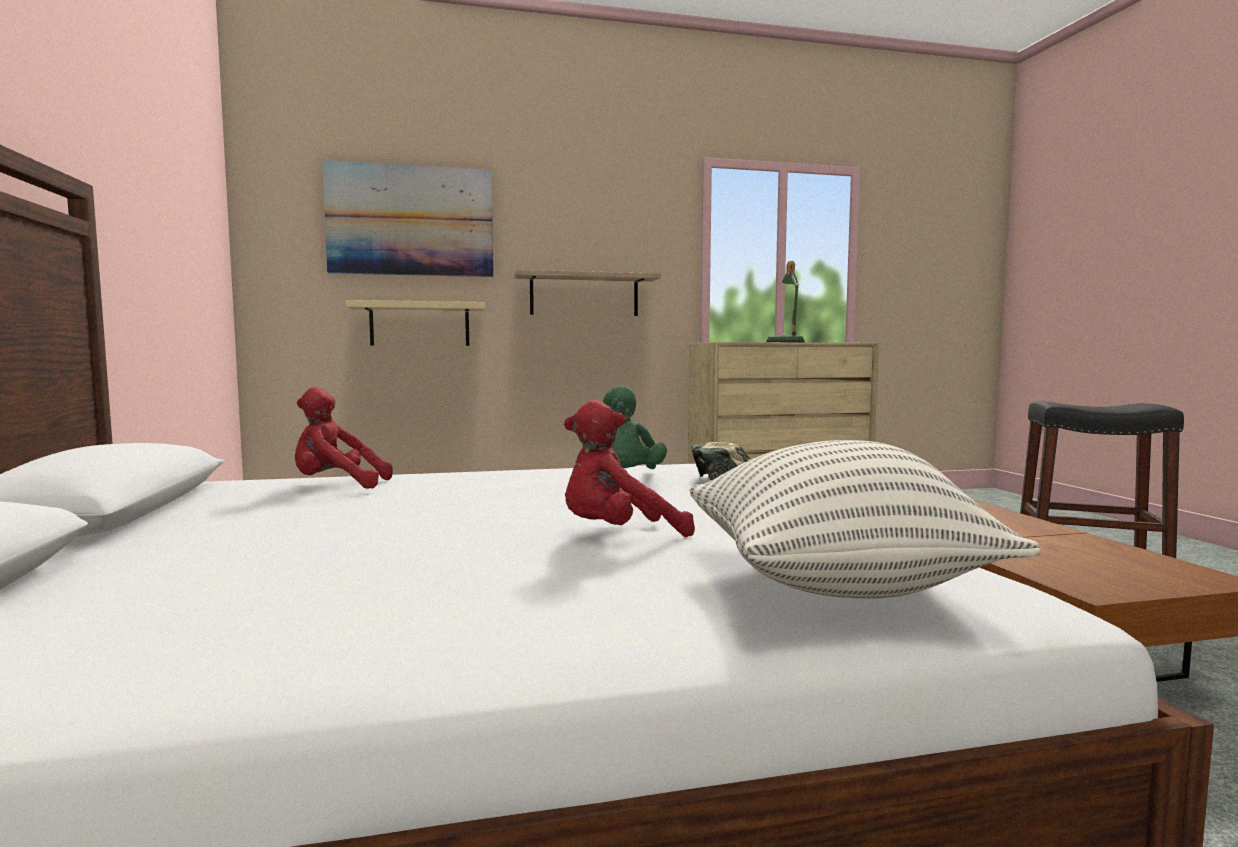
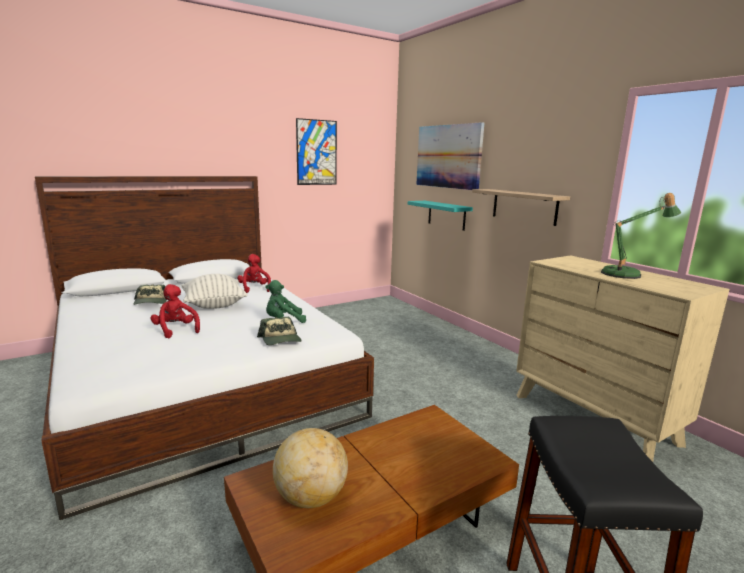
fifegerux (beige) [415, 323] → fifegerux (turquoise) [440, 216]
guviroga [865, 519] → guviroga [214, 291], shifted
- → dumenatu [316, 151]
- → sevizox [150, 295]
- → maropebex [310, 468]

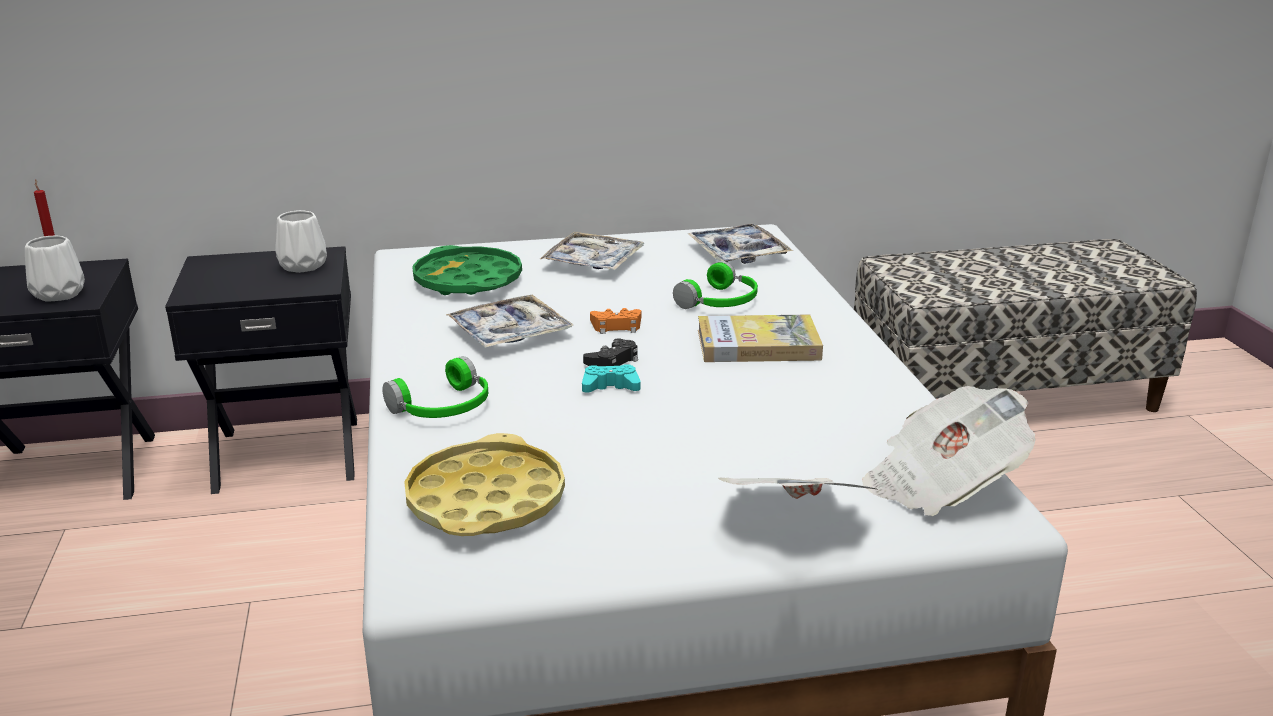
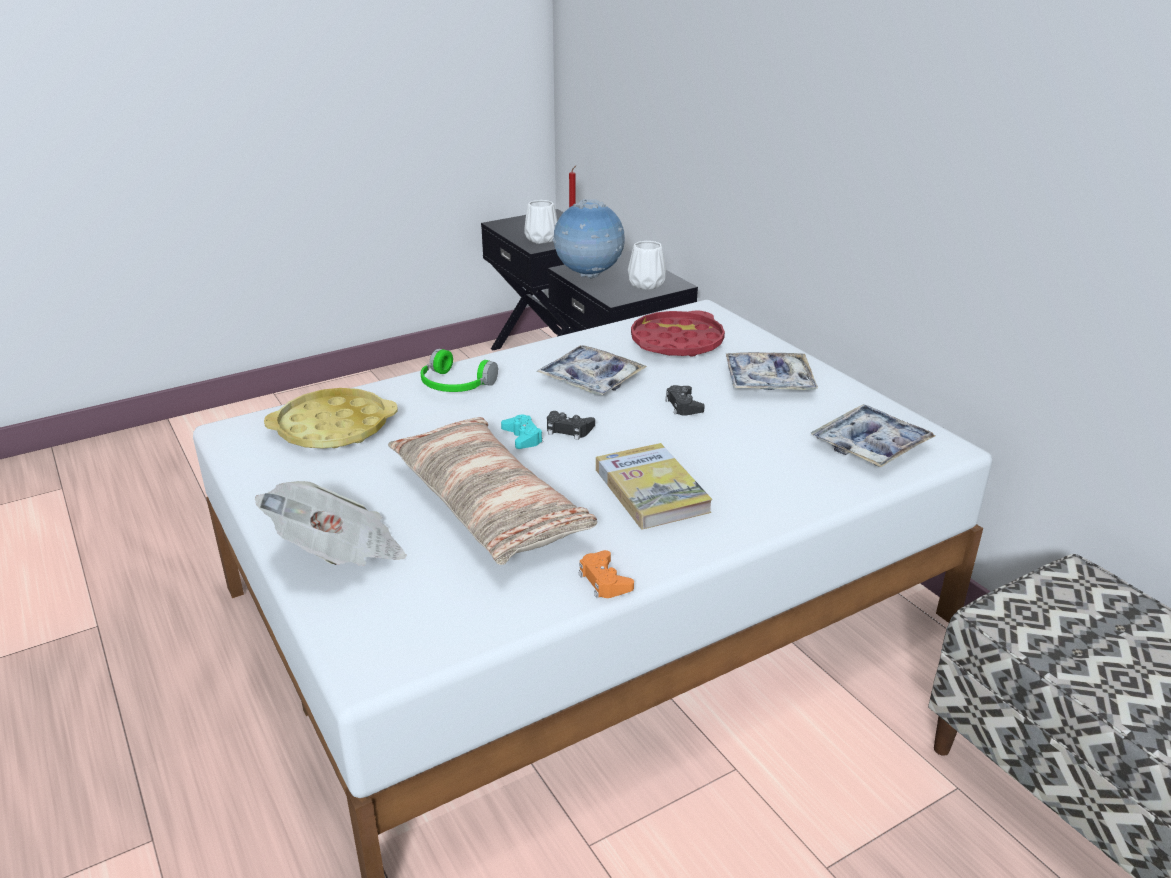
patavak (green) [467, 270] → patavak (red) [678, 333]
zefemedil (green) [715, 285] → -
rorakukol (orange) [615, 321] → rorakukol (orange) [606, 574], shifted
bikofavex [948, 451] → -
- → maropebex [588, 239]
- → rorakukol (black) [685, 400]
- → guviroga [492, 491]

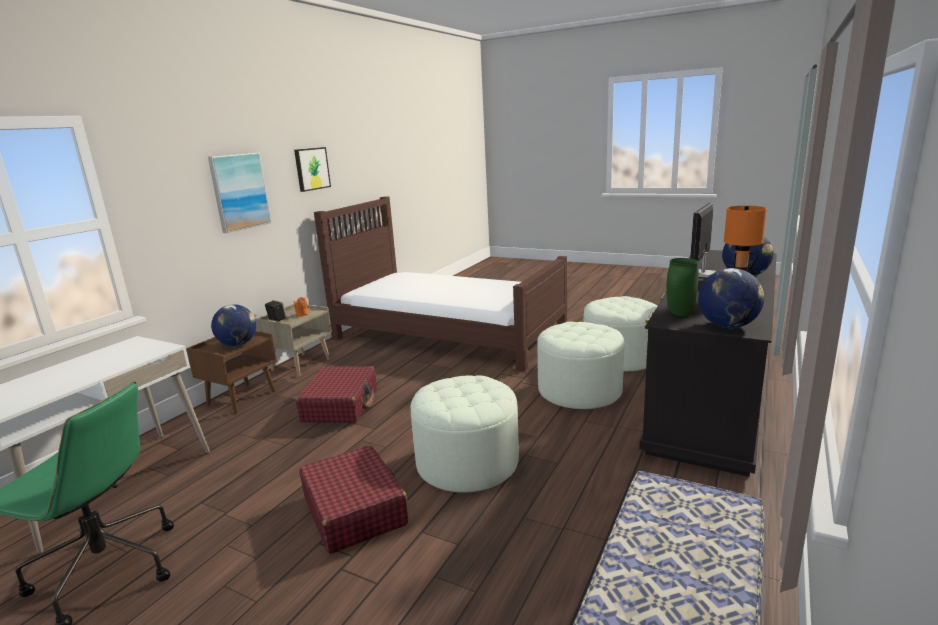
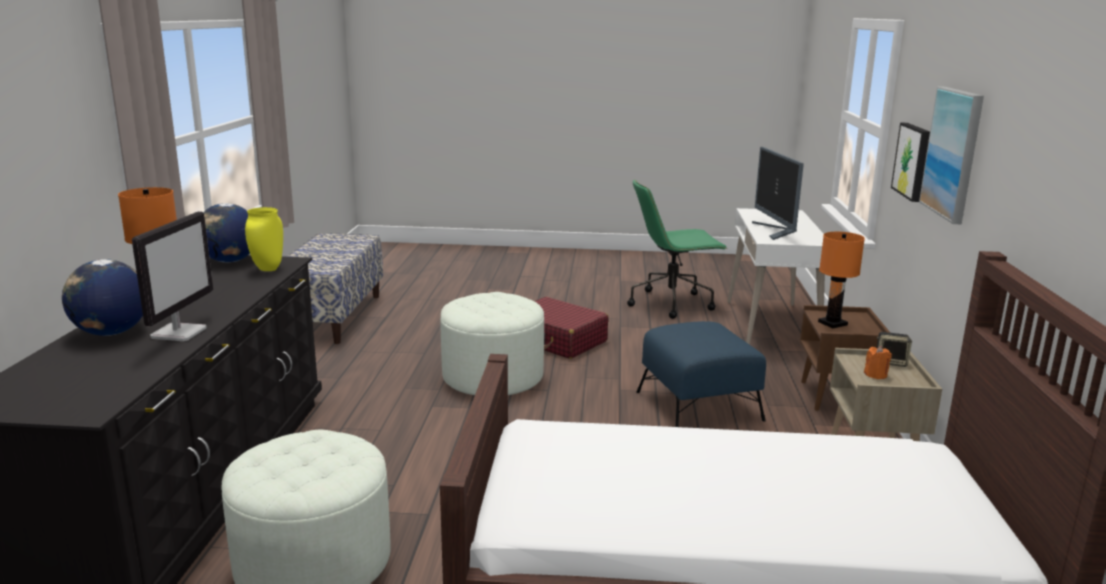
dumenatu [312, 169] → dumenatu [910, 162], shifted
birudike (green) [683, 287] → birudike (yellow) [264, 239]
maropebex [233, 325] → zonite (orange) [841, 280]
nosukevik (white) [580, 365] → -
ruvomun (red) [336, 394] → nosukevik (blue) [701, 374]
- → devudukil [778, 193]

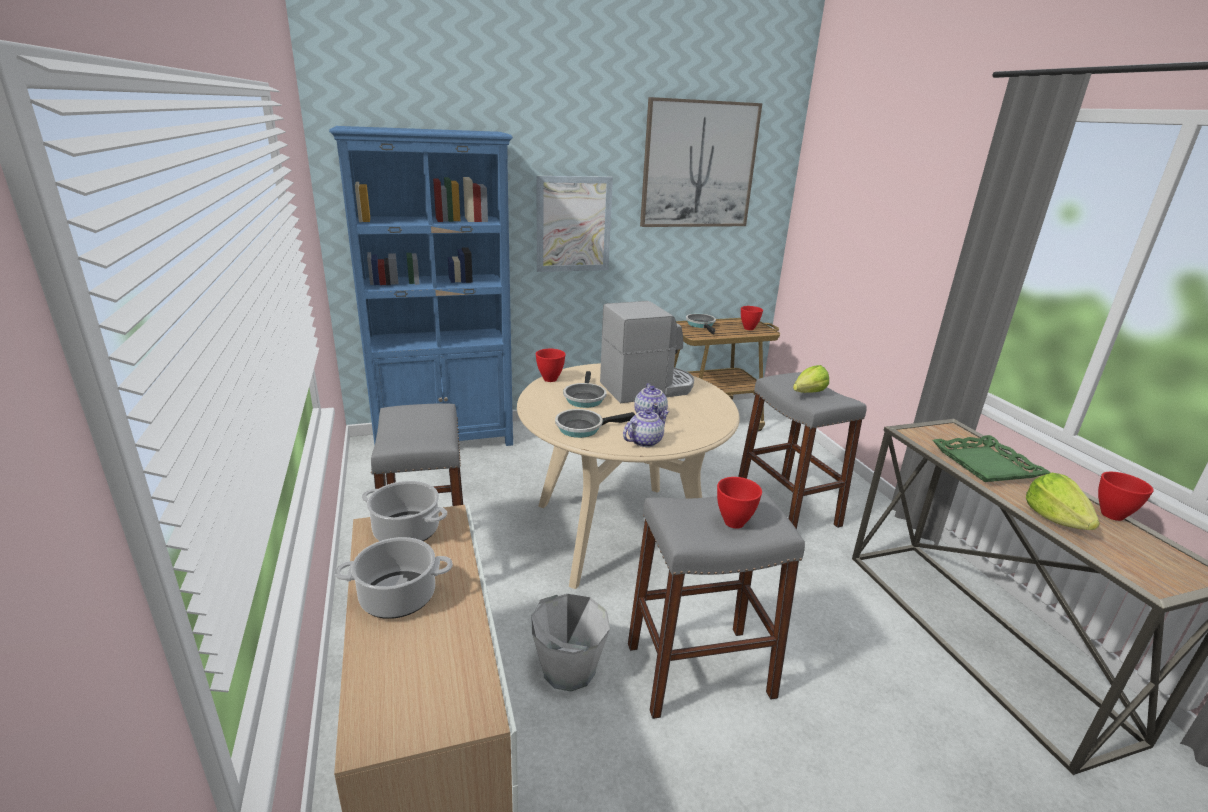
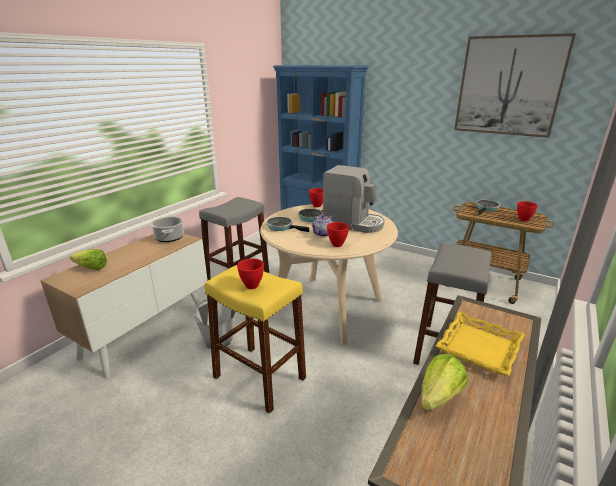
dumenatu [575, 224] → -
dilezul [811, 379] → dilezul [88, 259], shifted
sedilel [646, 428] → -
patavak (green) [991, 458] → patavak (yellow) [480, 343]
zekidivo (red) [1126, 496] → zekidivo (red) [338, 234], shifted
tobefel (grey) [716, 603] → tobefel (yellow) [255, 339]
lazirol [394, 578] → -

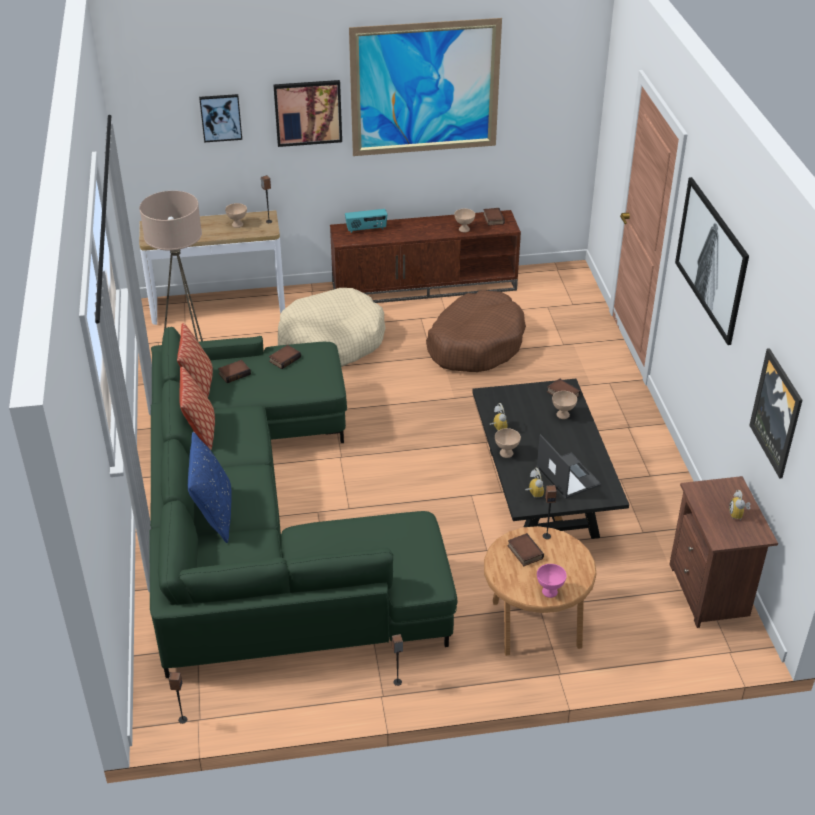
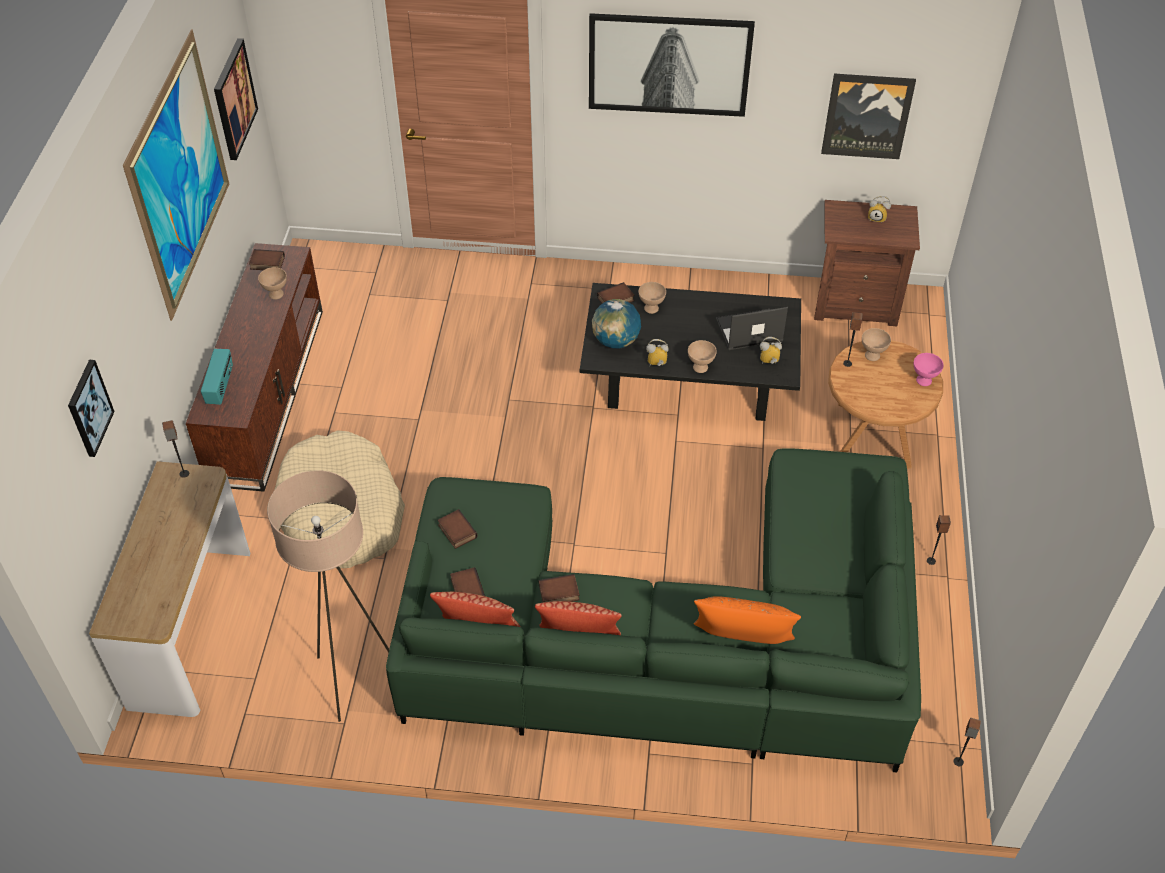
dumenatu [307, 113] → dumenatu [236, 99], shifted
zekidivo (beige) [236, 215] → zekidivo (beige) [876, 344], shifted
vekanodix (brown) [476, 331] → -
guviroga (blue) [210, 487] → guviroga (orange) [747, 620]
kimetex [526, 549] → kimetex [559, 588], shifted
- → maropebex [616, 324]

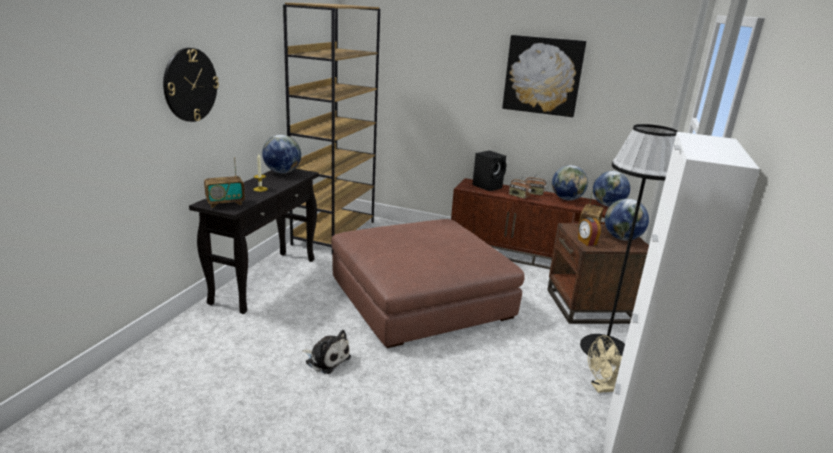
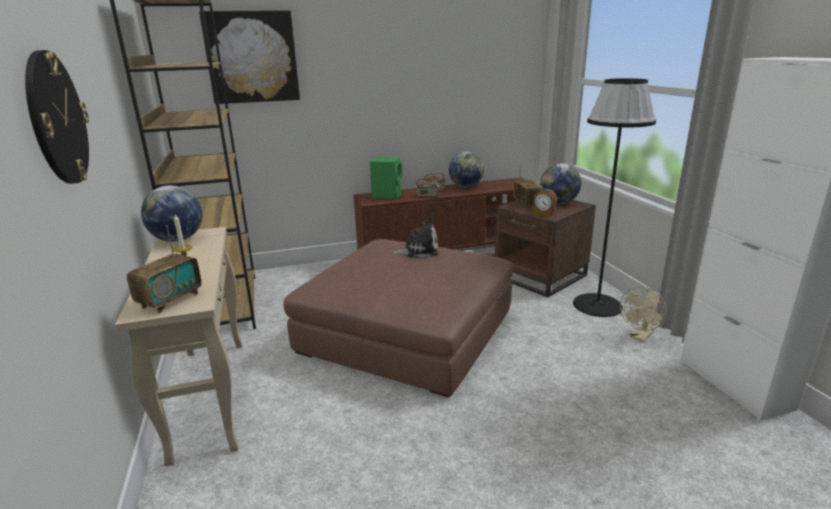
dumenatu [544, 76] → dumenatu [249, 57], shifted
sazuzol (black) [489, 171] → sazuzol (green) [386, 178]
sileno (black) [254, 241] → sileno (beige) [178, 346]
maropebex [611, 189] → -
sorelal [326, 352] → sorelal [415, 239], shifted

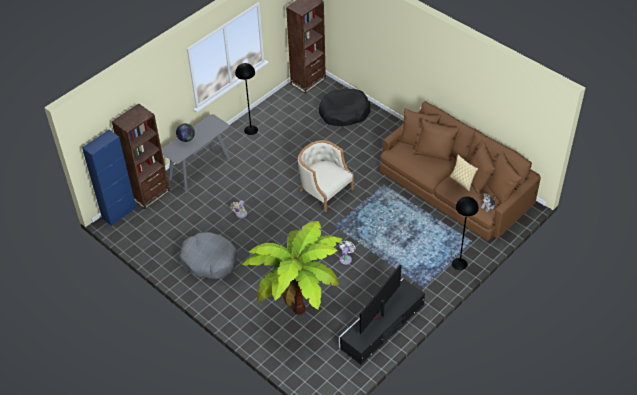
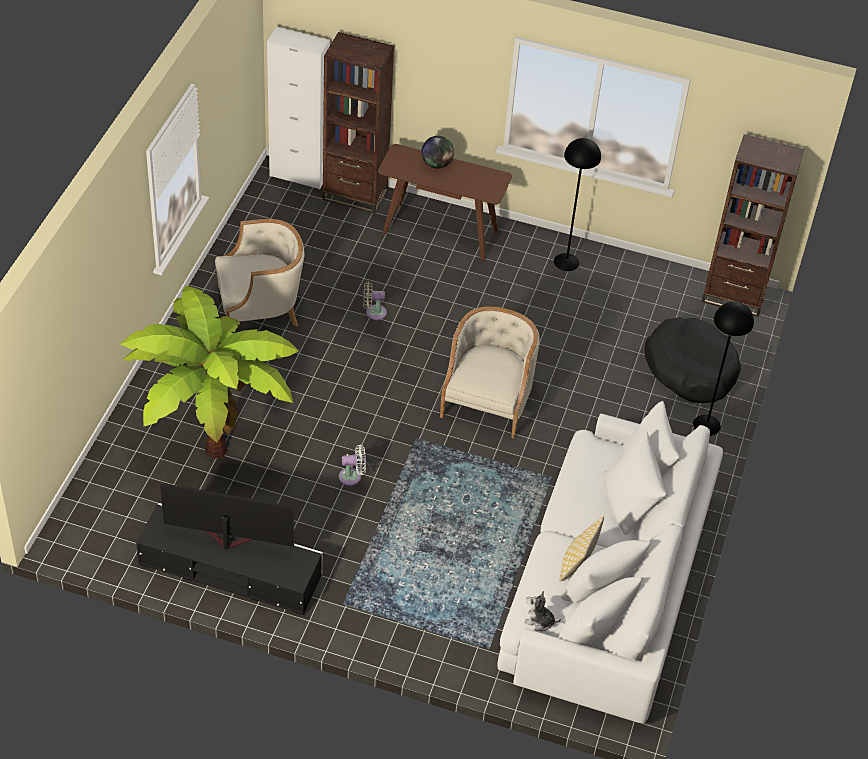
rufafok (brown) [460, 171] → rufafok (white) [610, 562]
sileno (grey) [196, 153] → sileno (brown) [445, 202]
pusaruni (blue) [109, 177] → pusaruni (white) [298, 108]
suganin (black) [465, 233] → suganin (black) [723, 368], shifted
vekanodix (grey) [208, 255] → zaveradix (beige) [259, 275]

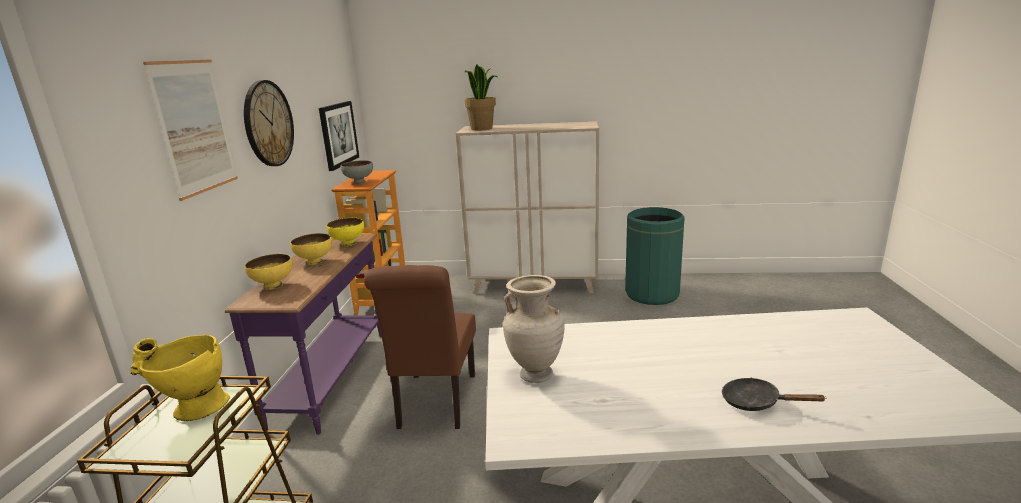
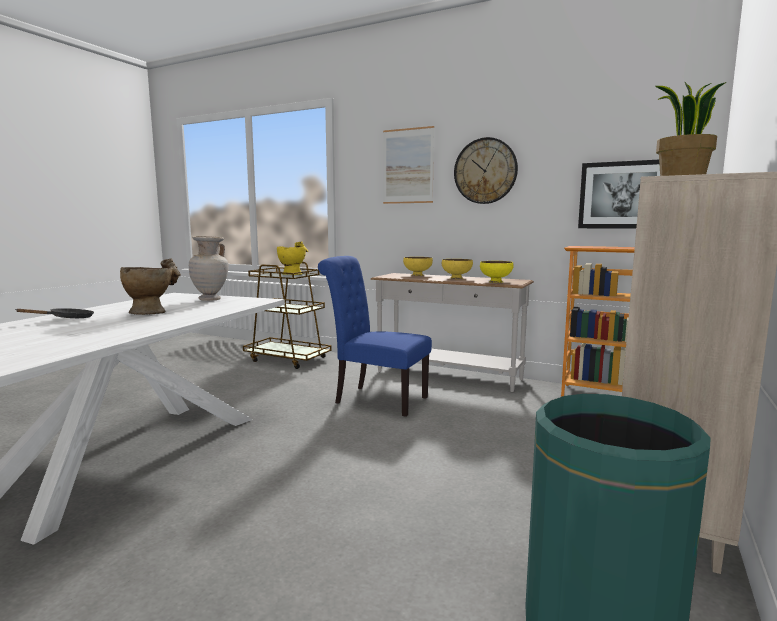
zekidivo (grey) [357, 172] → -
sileno (purple) [303, 334] → sileno (white) [452, 332]
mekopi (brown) [420, 347] → mekopi (blue) [375, 336]
- → birudike (beige) [150, 286]

